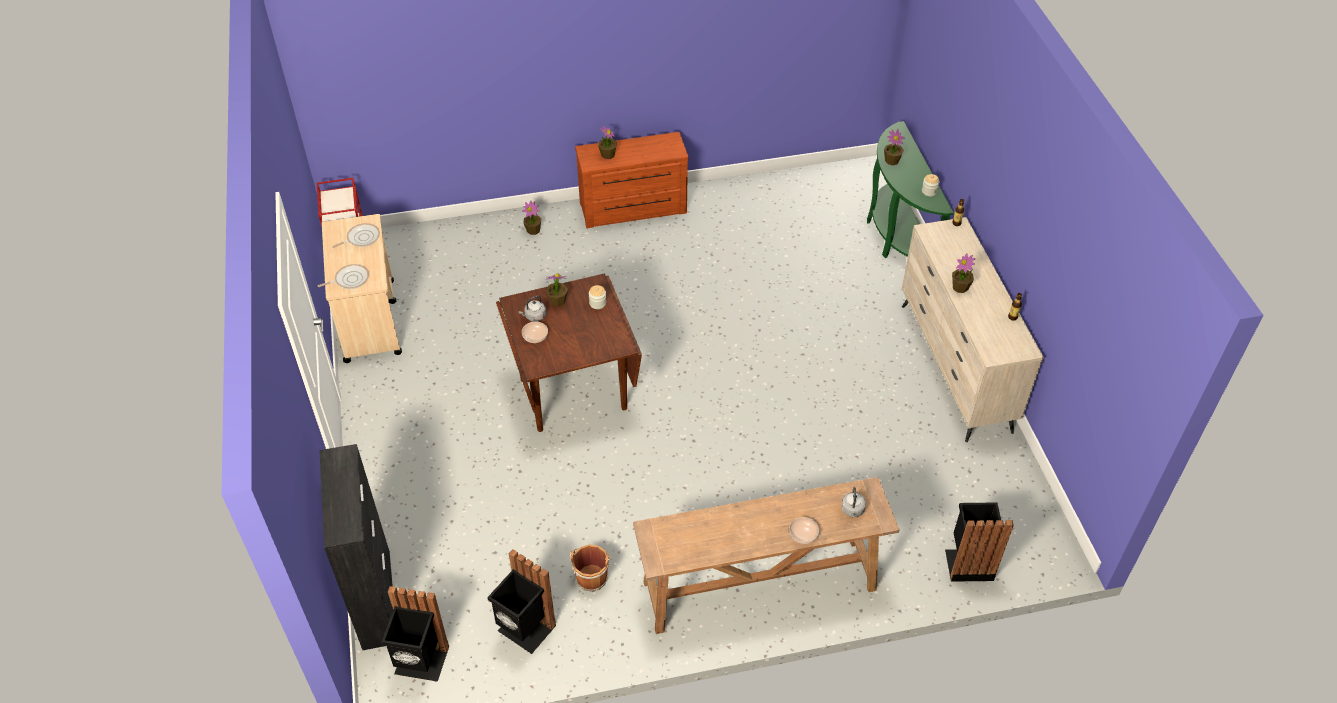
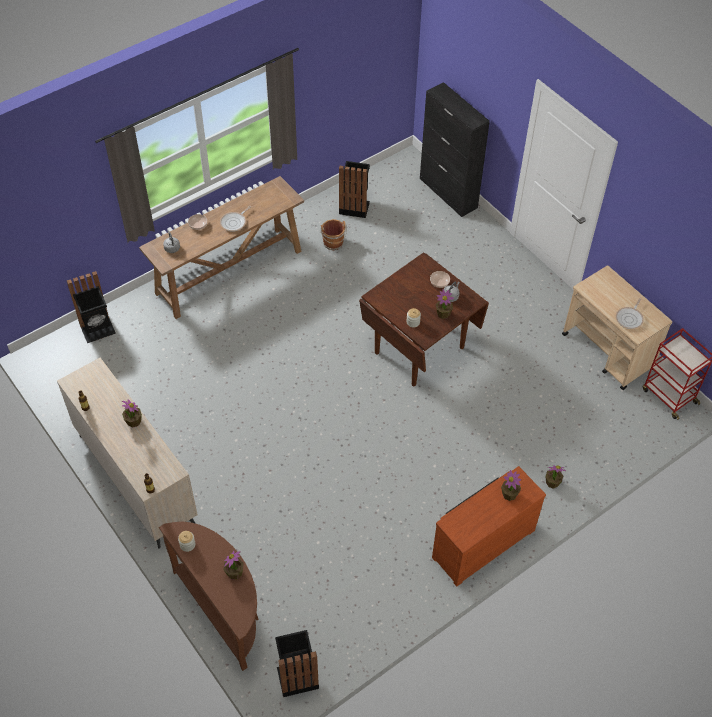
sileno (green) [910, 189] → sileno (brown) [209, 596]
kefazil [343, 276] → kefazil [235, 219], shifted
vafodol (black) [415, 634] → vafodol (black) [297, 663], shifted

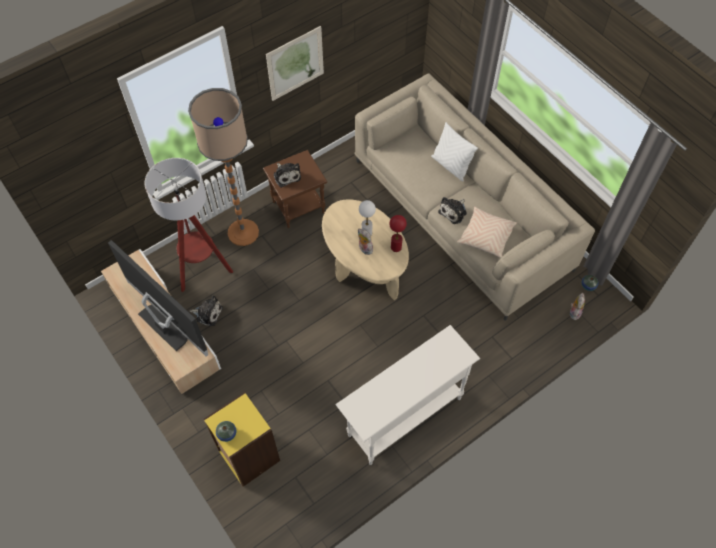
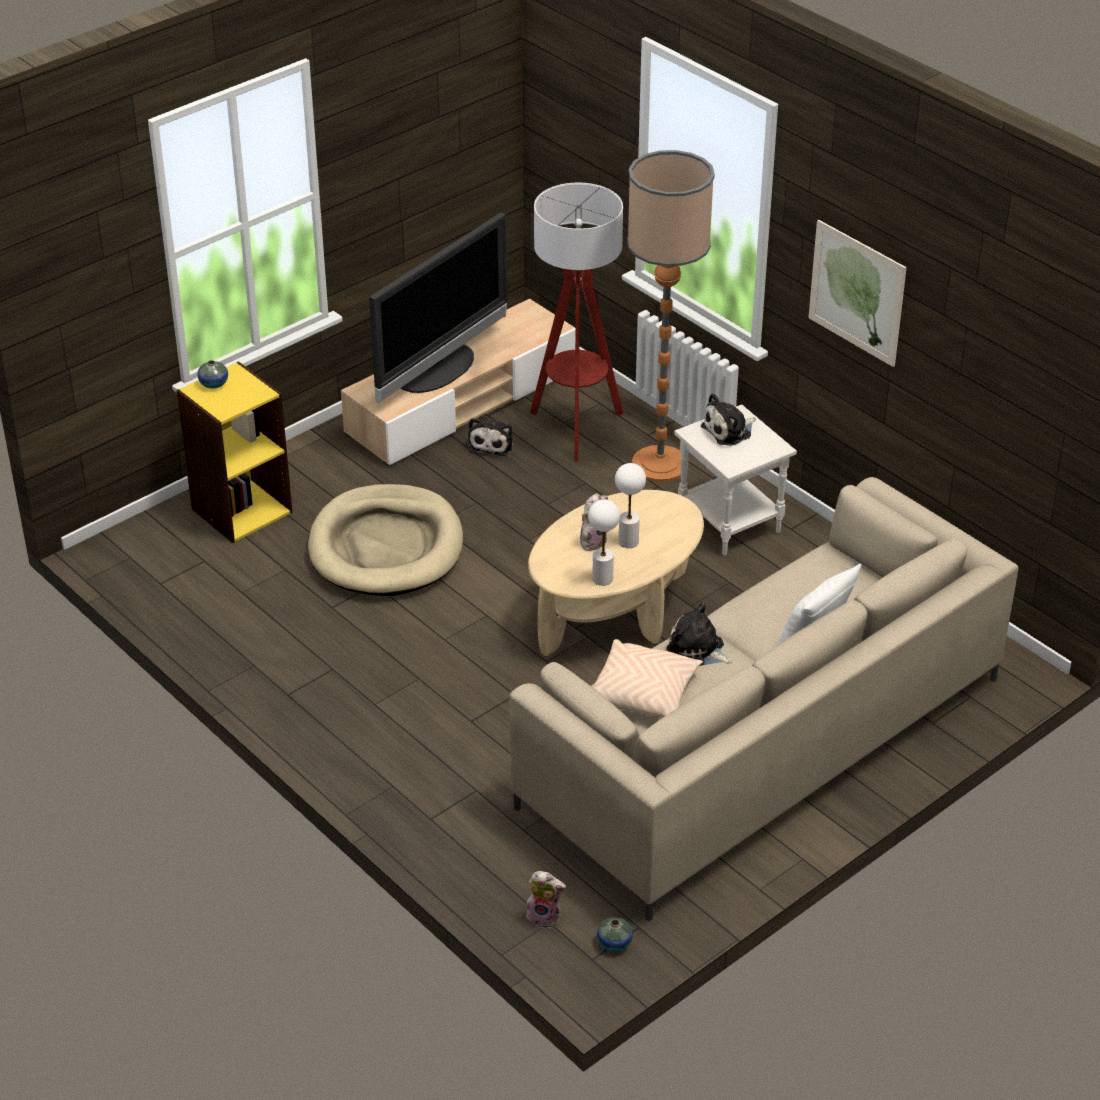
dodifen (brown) [295, 189] → dodifen (white) [735, 480]
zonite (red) [398, 233] → zonite (white) [604, 542]
sileno (white) [408, 395] → -
- → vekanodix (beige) [385, 540]

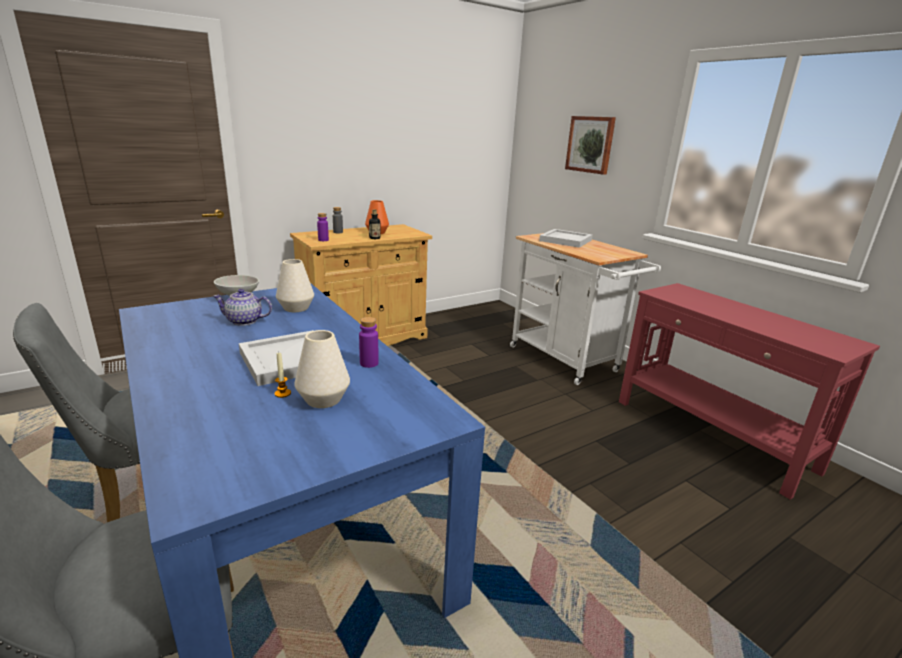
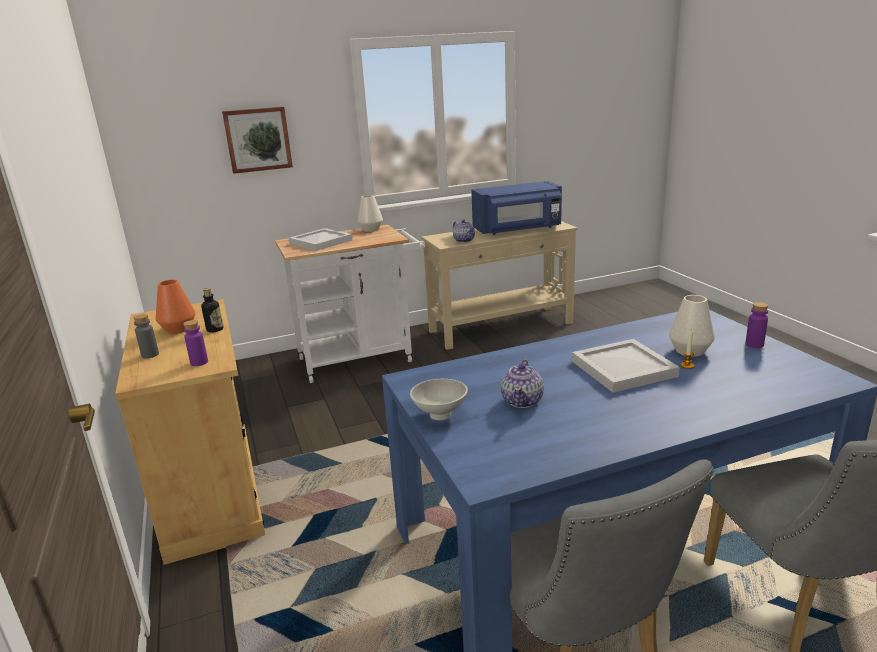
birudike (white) [295, 285] → birudike (white) [370, 213], shifted
sileno (red) [749, 391] → sileno (beige) [499, 285]
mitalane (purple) [368, 342] → mitalane (purple) [756, 325], shifted
- → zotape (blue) [516, 208]
- → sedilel [464, 231]

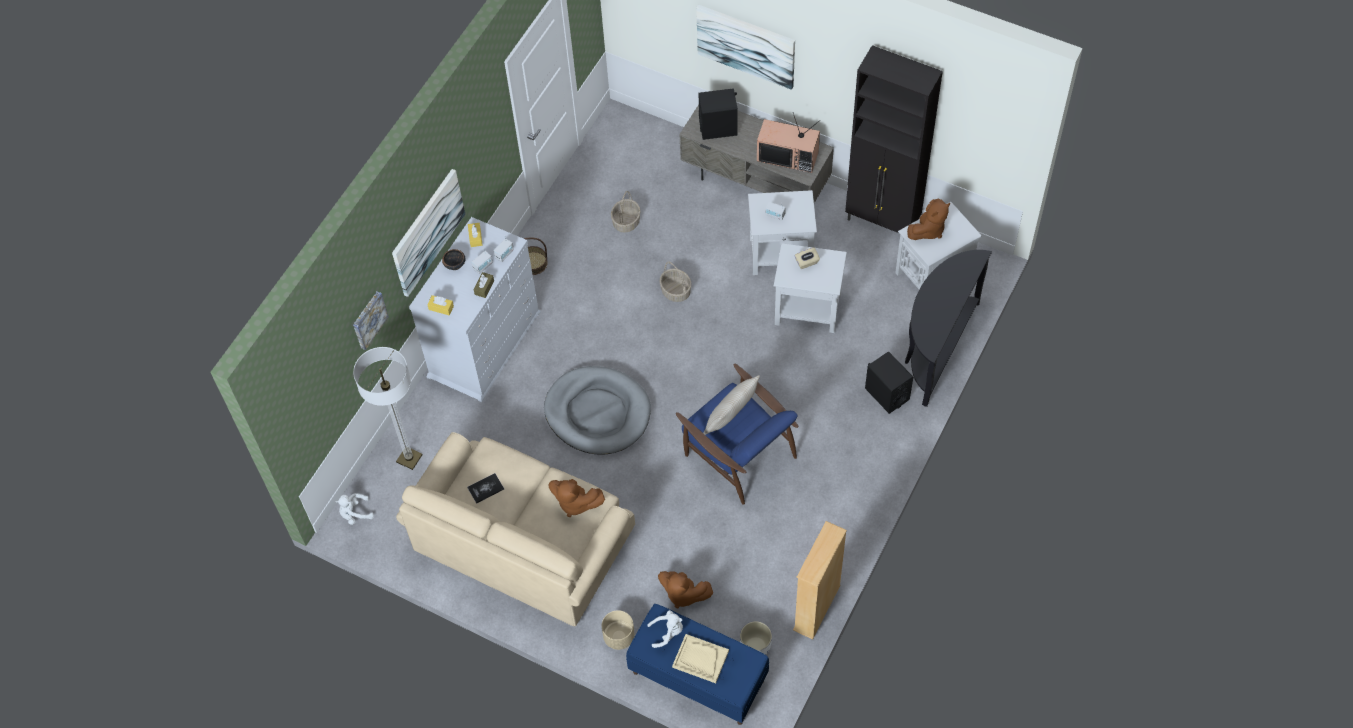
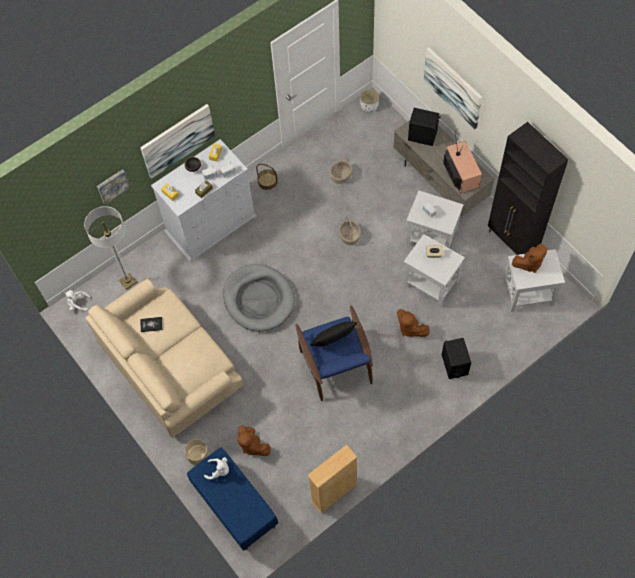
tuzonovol [788, 142] → tuzonovol [462, 164], 150 degrees counterclockwise
sileno (black) [948, 328] → -
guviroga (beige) [732, 405] → guviroga (black) [333, 333]
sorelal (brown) [576, 498] → sorelal (brown) [413, 323], shifted
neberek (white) [756, 638] → neberek (white) [369, 101], shifted
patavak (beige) [700, 658] → -

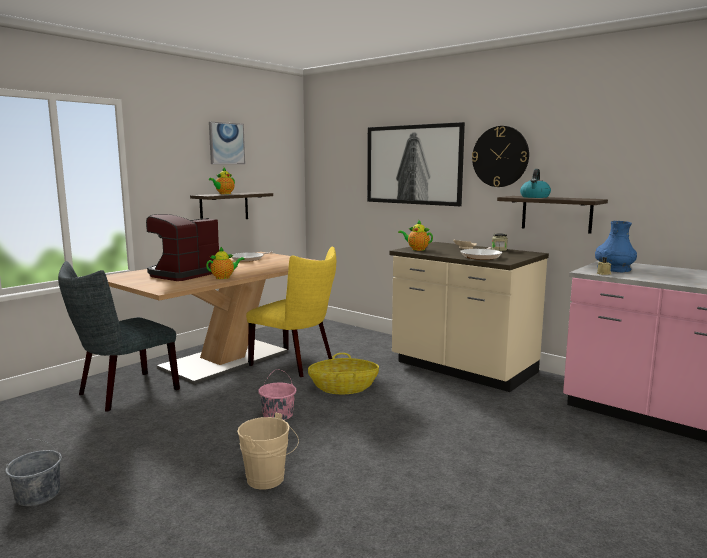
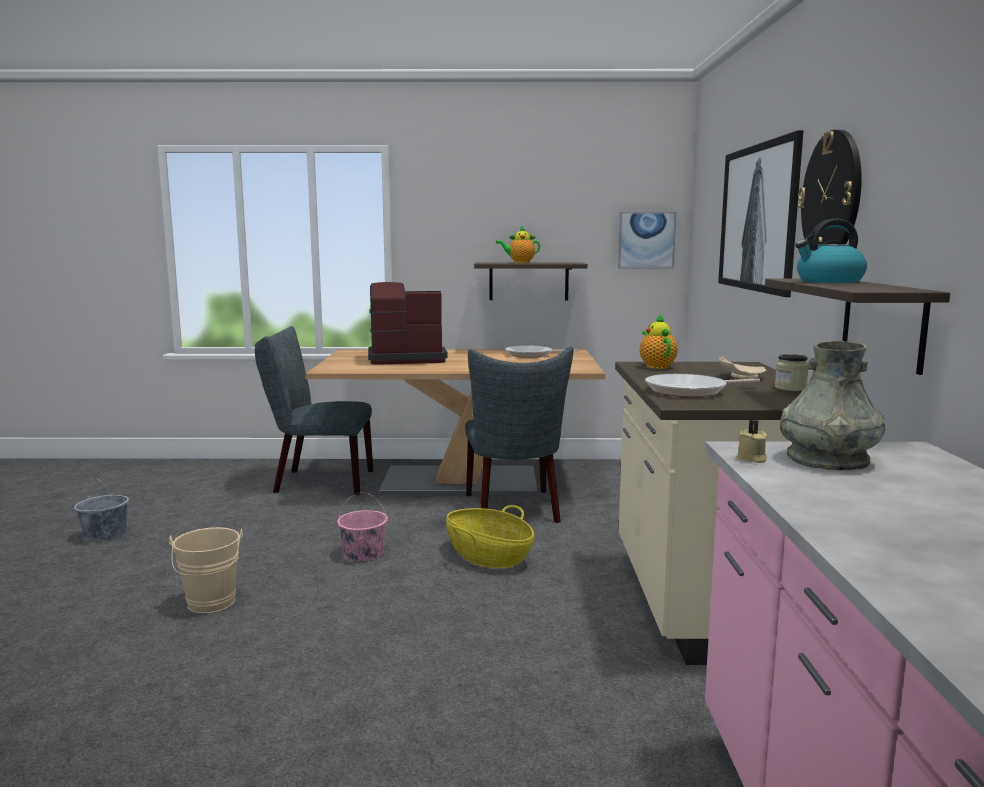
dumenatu [227, 143] → dumenatu [647, 240], shifted
birudike (blue) [616, 246] → birudike (grey) [832, 405]
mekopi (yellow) [291, 311] → mekopi (grey) [519, 434]
sedilel [225, 263] → -

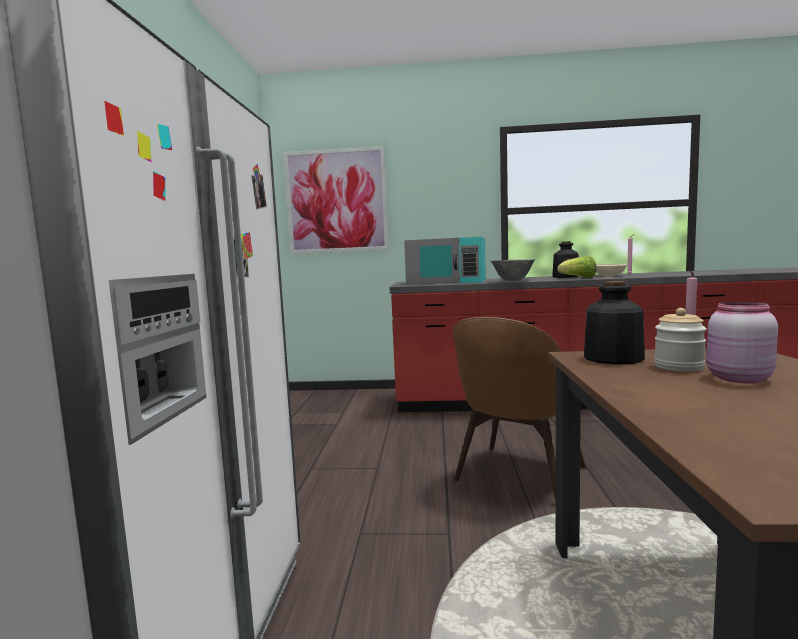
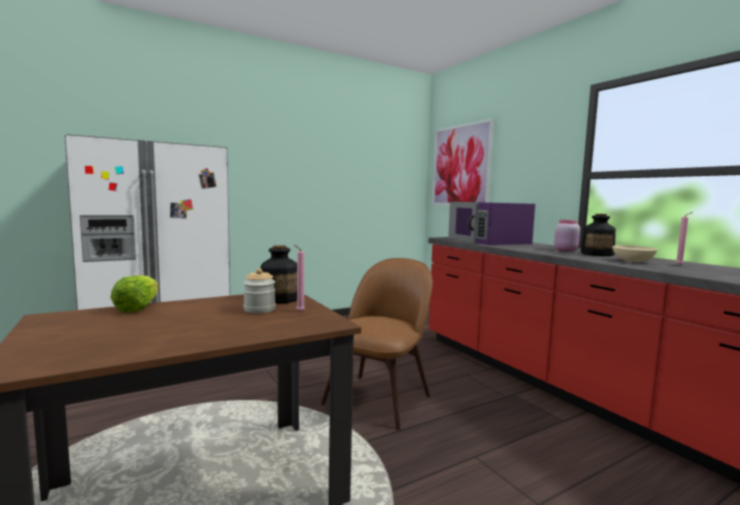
zotape (turquoise) [445, 261] → zotape (purple) [491, 223]
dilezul [577, 267] → dilezul [134, 294], shifted
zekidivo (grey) [513, 270] → -
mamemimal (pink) [742, 343] → mamemimal (pink) [567, 235], shifted
mekopi (brown) [519, 408] → mekopi (brown) [377, 344], 120 degrees clockwise

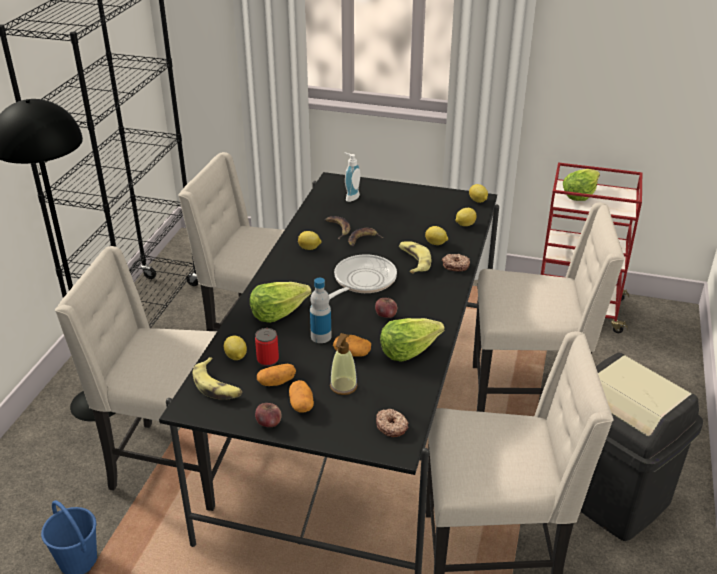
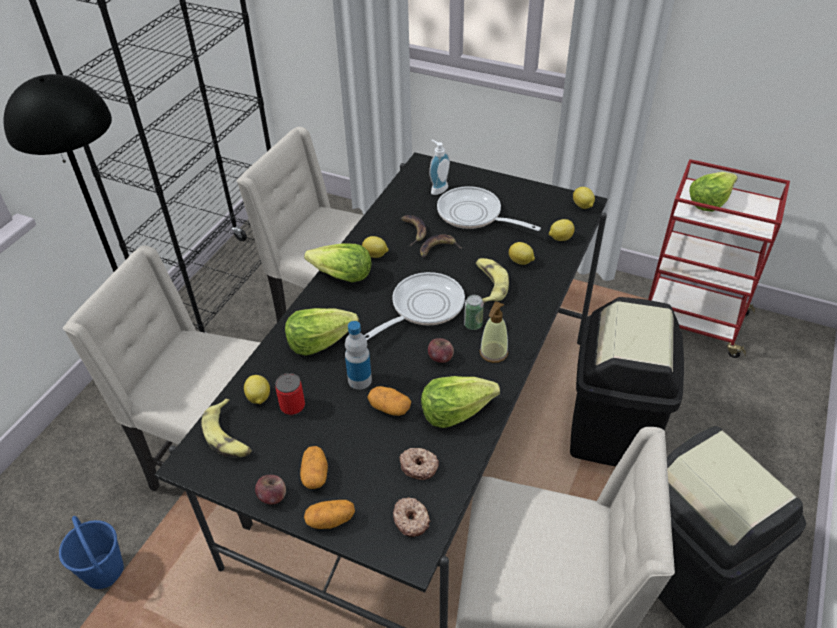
mekopi (beige) [549, 307] → vafodol (black) [627, 381]
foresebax [456, 262] → foresebax [419, 464], shifted
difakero [343, 364] → difakero [494, 332], shifted
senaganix [276, 375] → senaganix [329, 514], shifted
- → kefazil [489, 208]
- → dilezul [338, 262]
- → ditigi [474, 312]

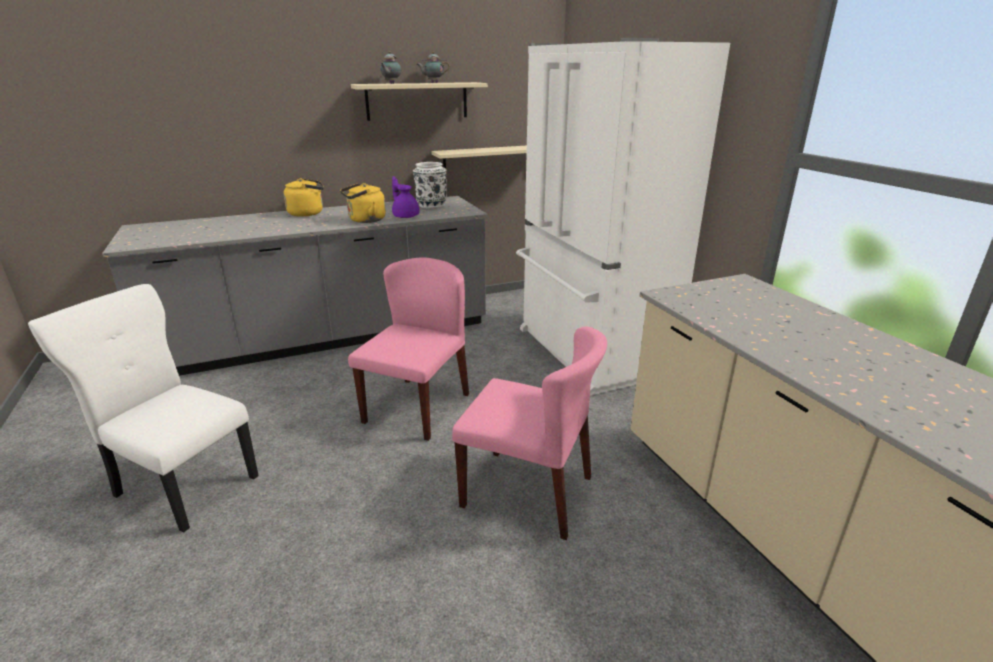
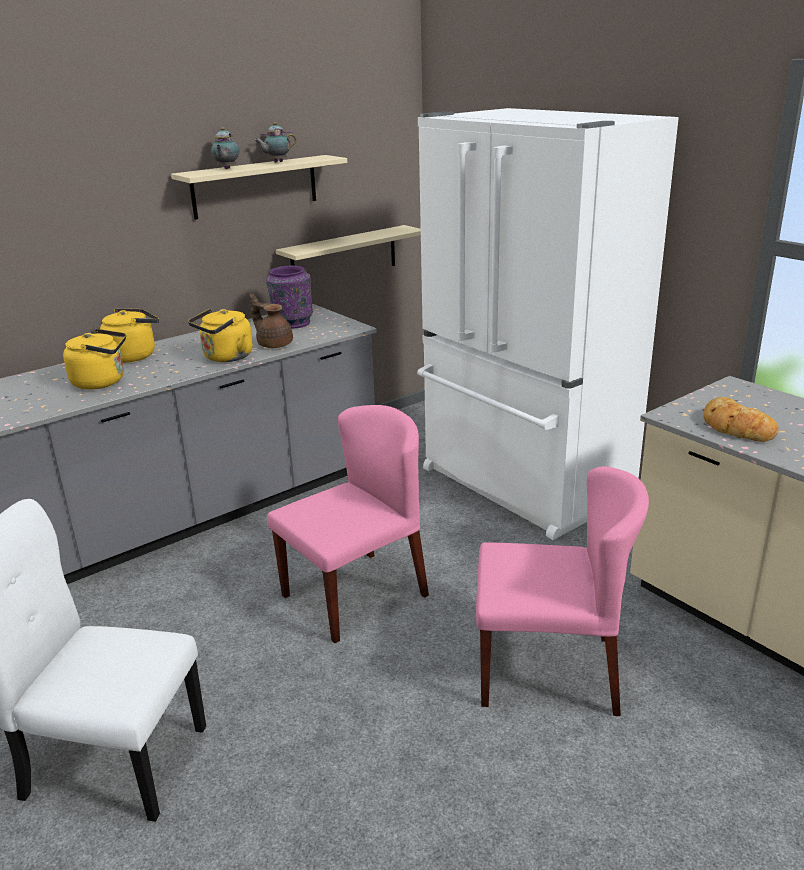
birudike (white) [430, 185] → birudike (purple) [289, 297]
sedilel (purple) [405, 197] → sedilel (brown) [271, 321]
mekopi (pink) [408, 349] → mekopi (pink) [348, 524], 45 degrees clockwise
- → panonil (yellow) [94, 359]
- → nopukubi [740, 419]

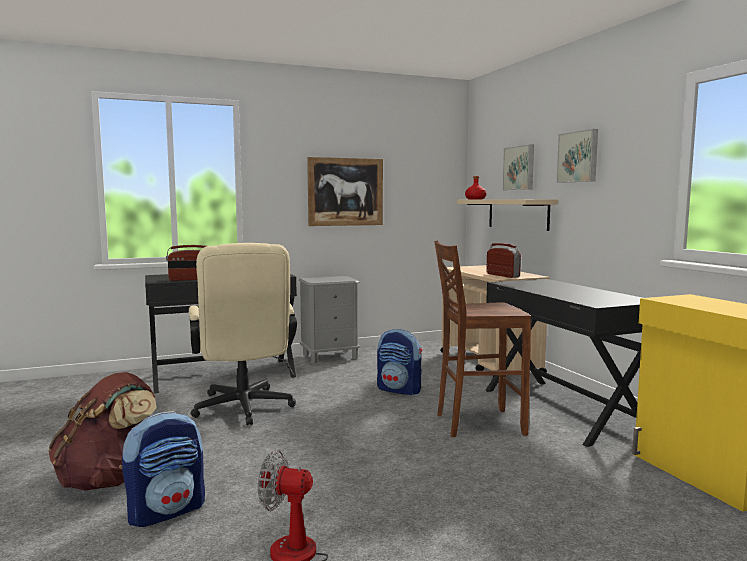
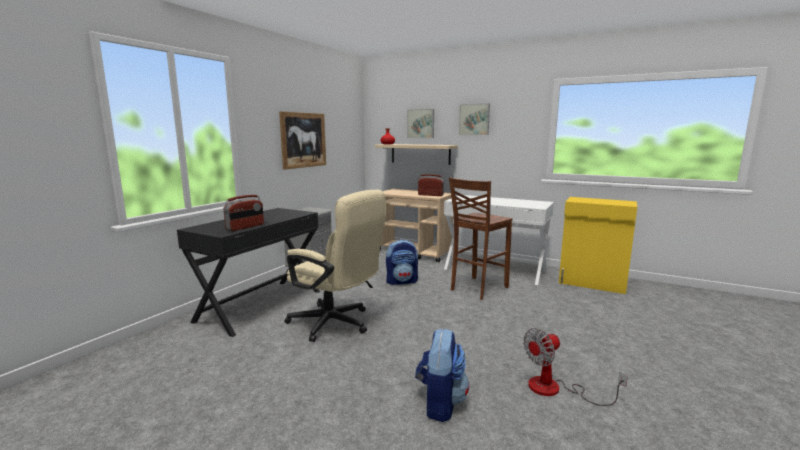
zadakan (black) [564, 363] → zadakan (white) [499, 240]
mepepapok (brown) [102, 431] → -

